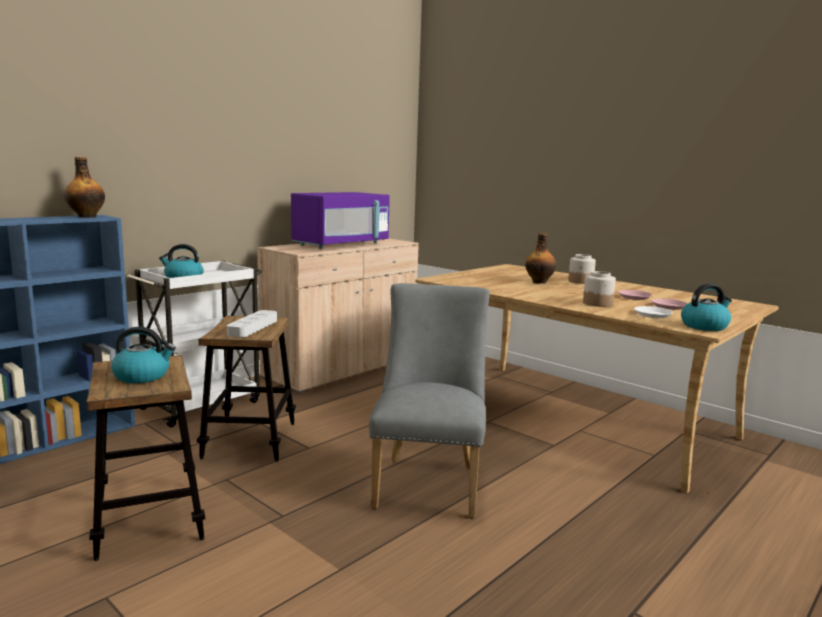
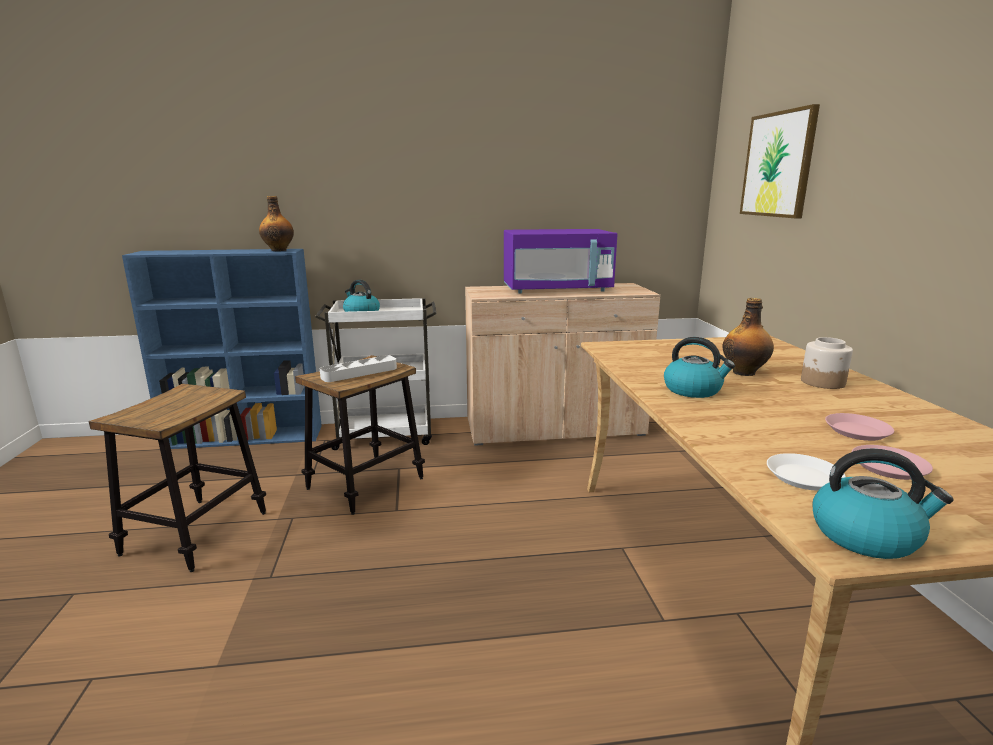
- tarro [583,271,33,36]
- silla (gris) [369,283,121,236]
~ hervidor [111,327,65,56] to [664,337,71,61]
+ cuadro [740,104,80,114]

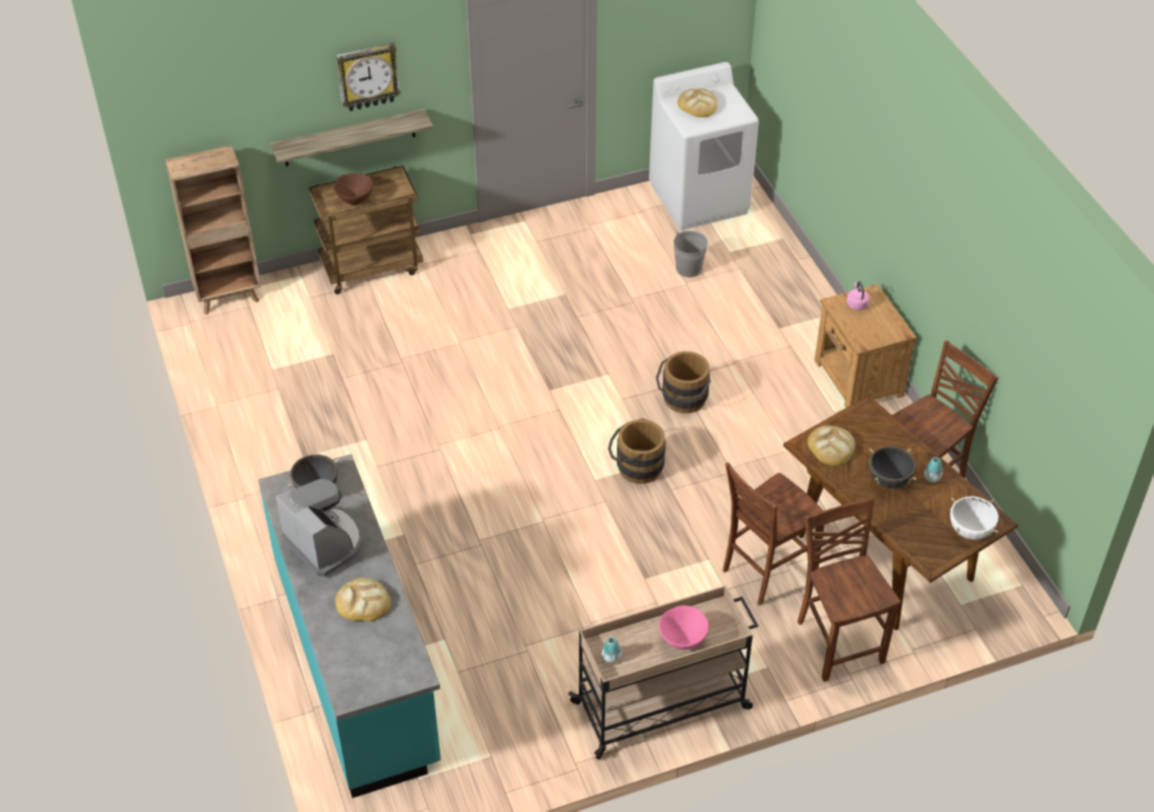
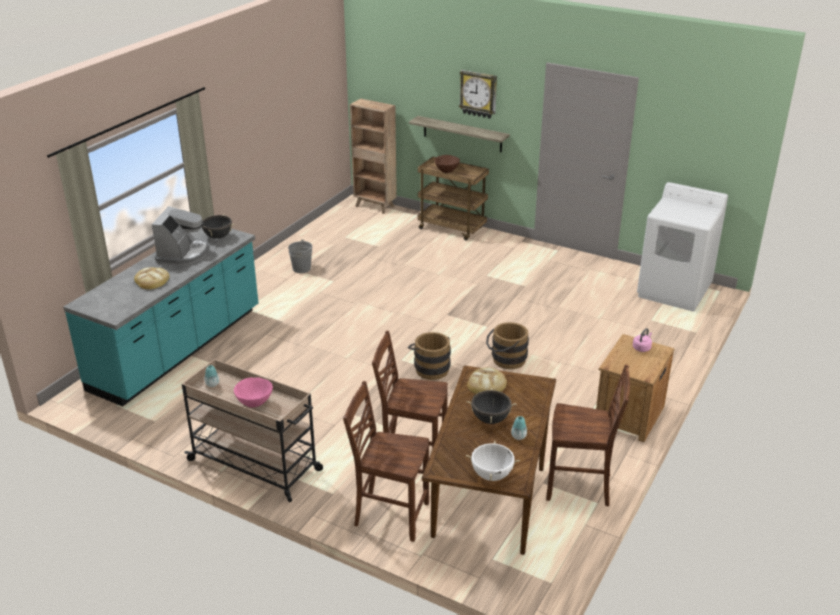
- pan [677,89,40,28]
~ cubo (gris) [674,230,34,47] to [288,240,24,33]
~ silla (marrón) [797,497,103,185] = [343,381,86,161] 105 degrees counterclockwise

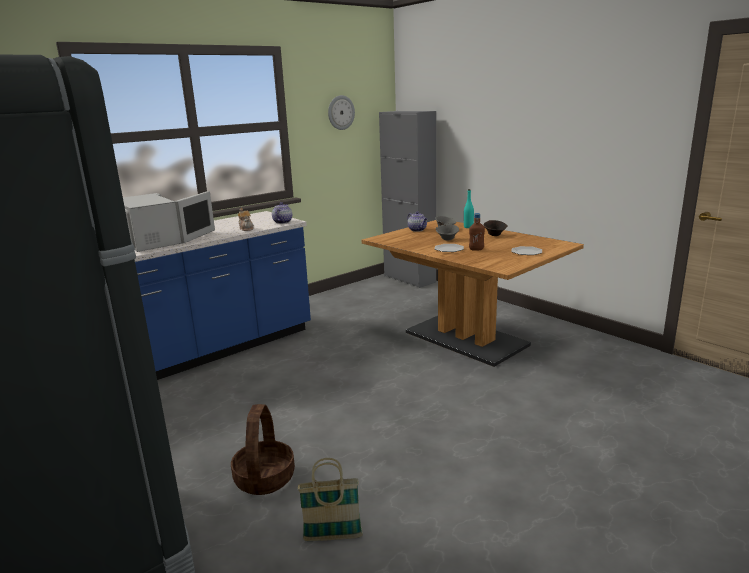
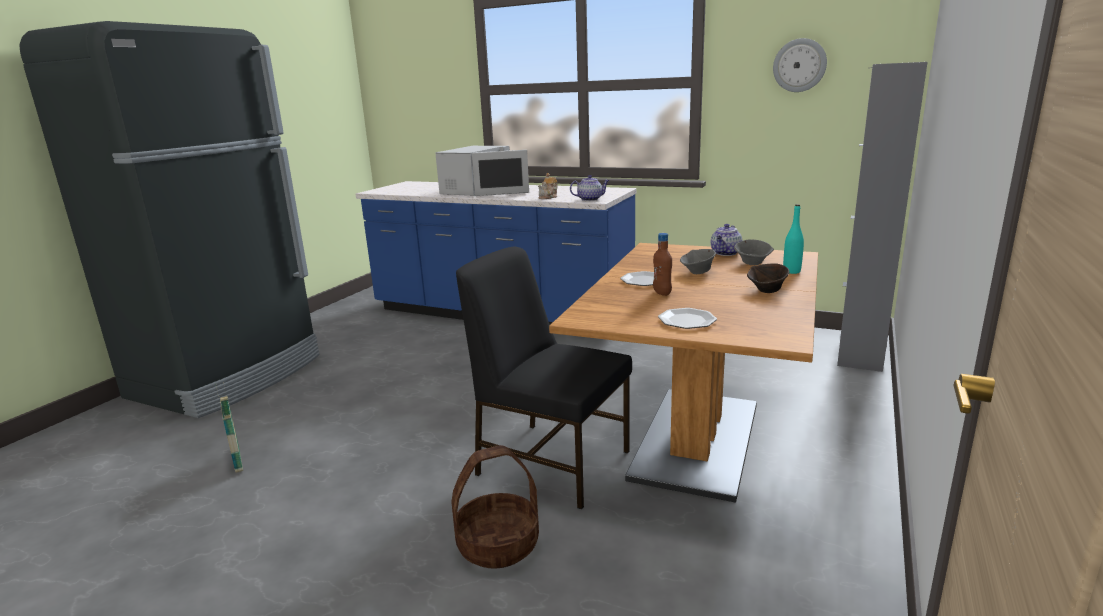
~ cesta [231,404,64,91] to [451,445,88,124]
+ silla (negro) [456,247,176,262]

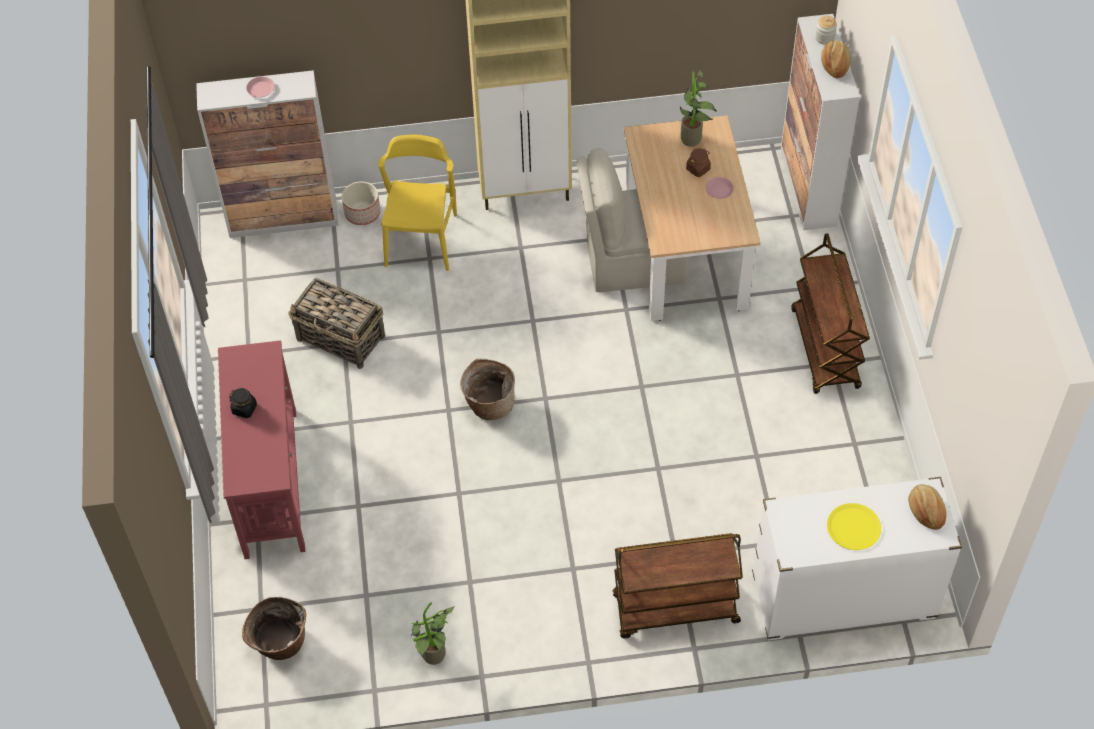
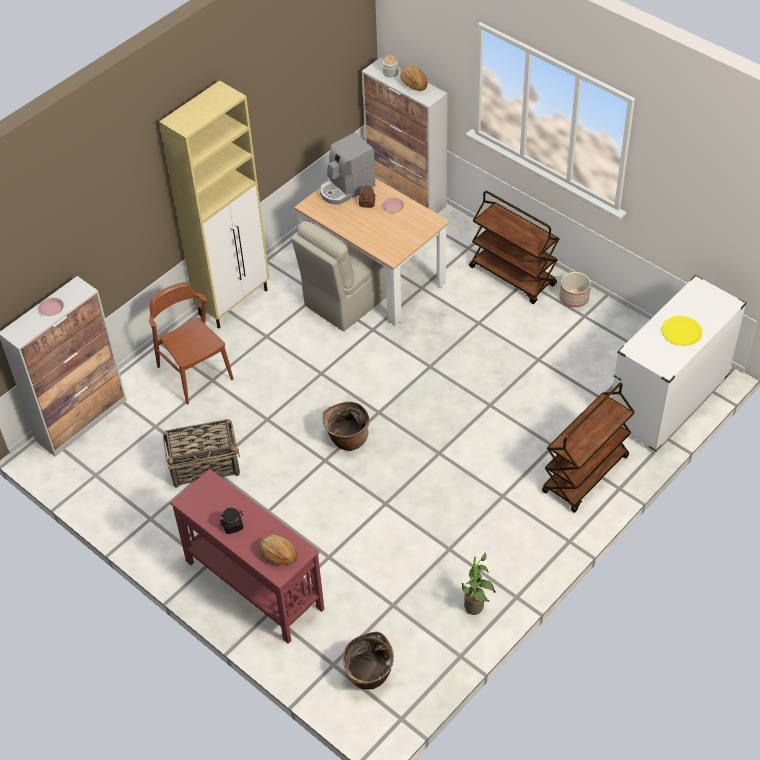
~ planta en maceta [680,69,37,78] to cafetera [320,132,55,73]
~ silla (amarillo) [378,135,79,136] to silla (marrón) [149,282,85,122]
~ maceta [342,182,38,43] to [560,272,31,36]
~ pan [908,484,39,46] to [259,535,39,30]

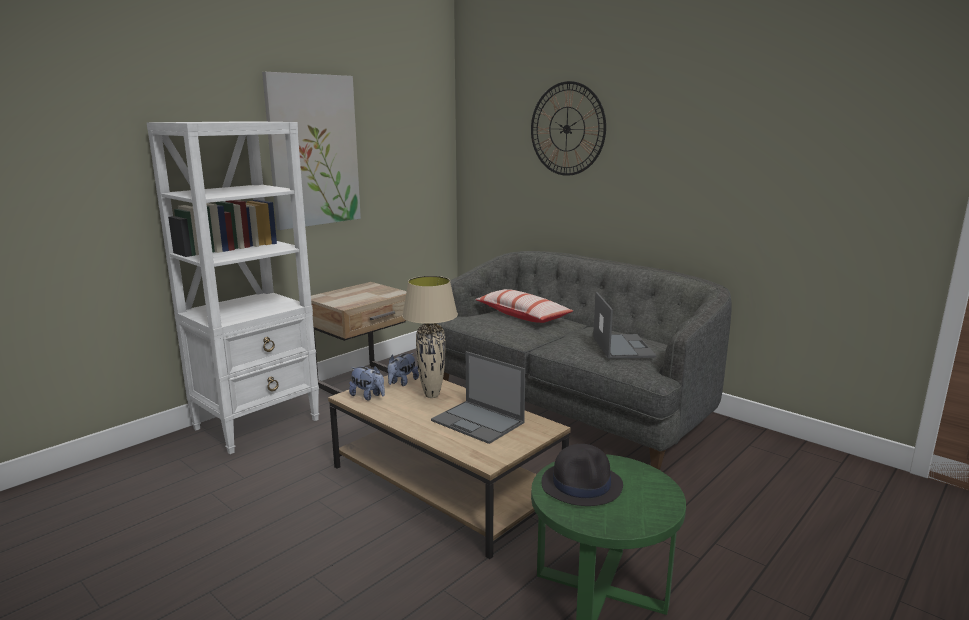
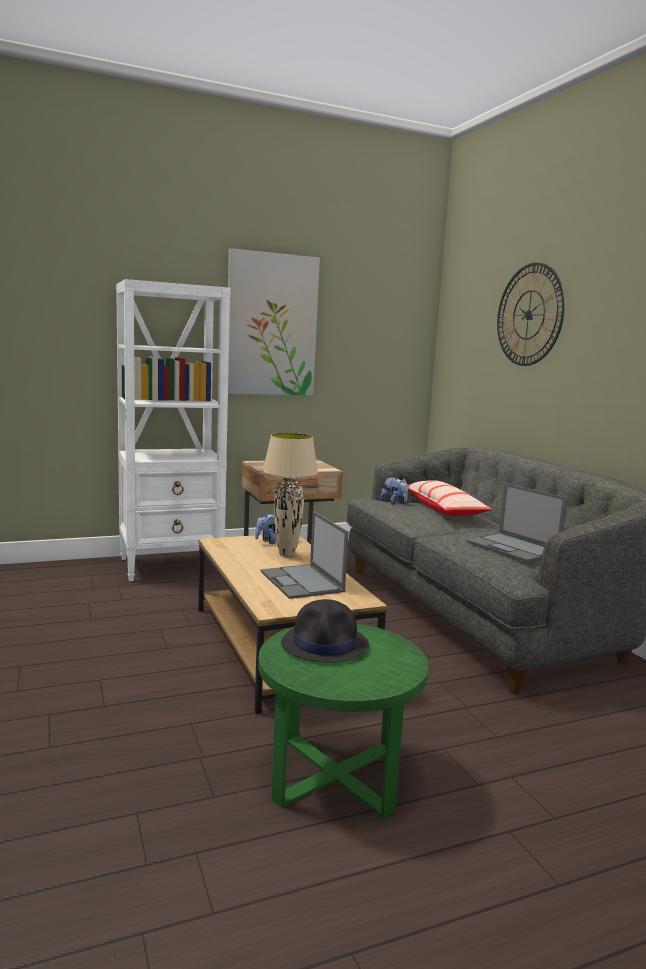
~ portátil [593,292,64,67] = [467,483,100,79] 120 degrees clockwise
~ peluche [349,366,36,34] to [381,477,27,28]

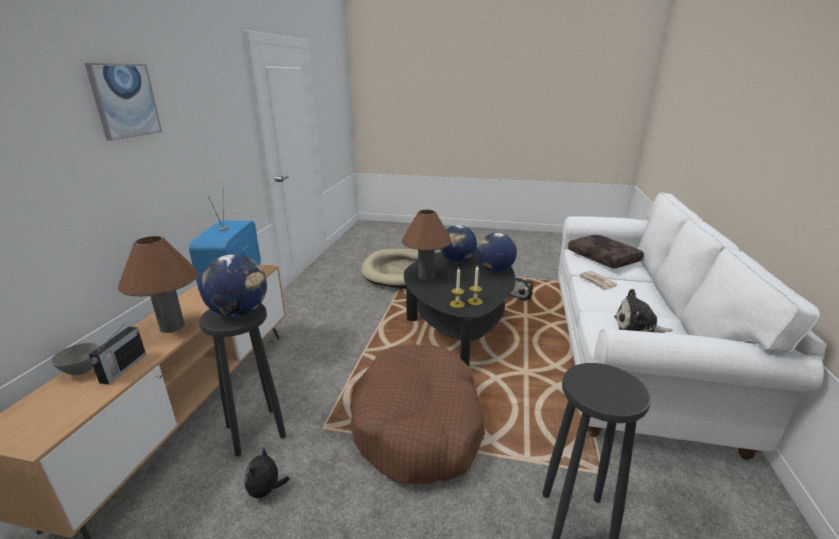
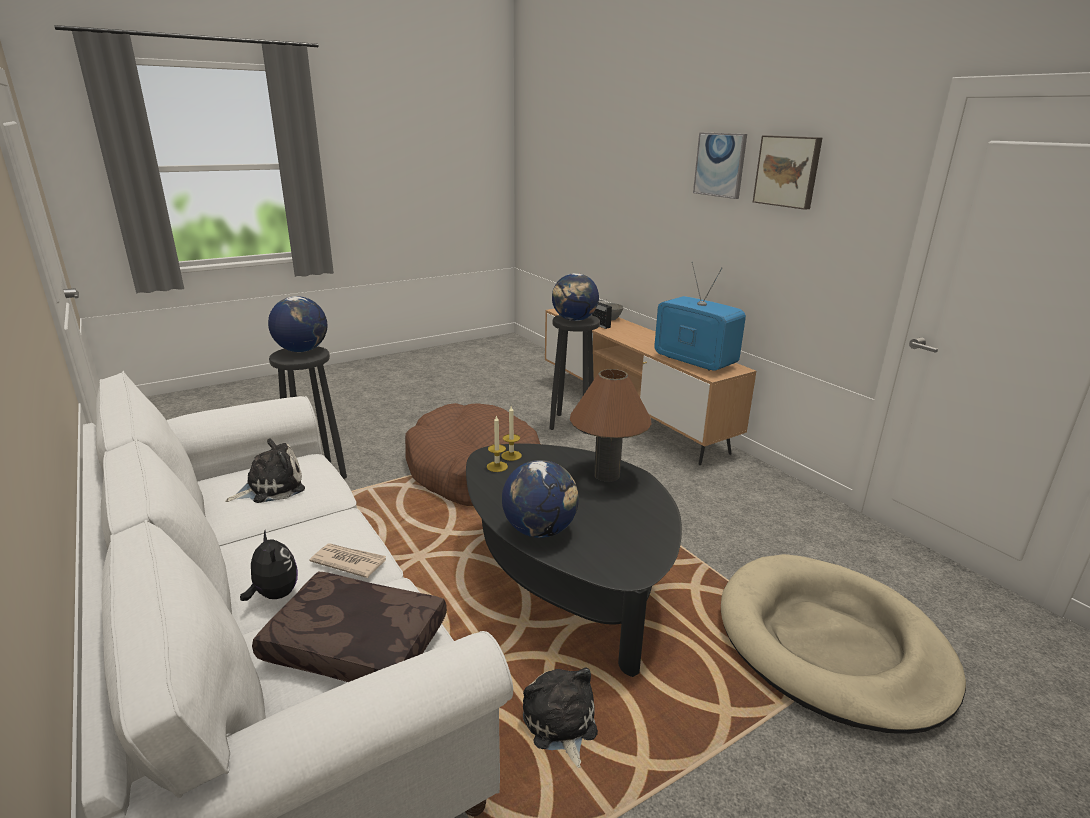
~ globo terráqueo [440,225,37,38] to [268,296,59,56]
- lámpara de mesa (marrón) [118,236,81,97]
~ peluche [245,447,44,54] to [240,531,58,70]
+ cuadro [753,135,69,75]

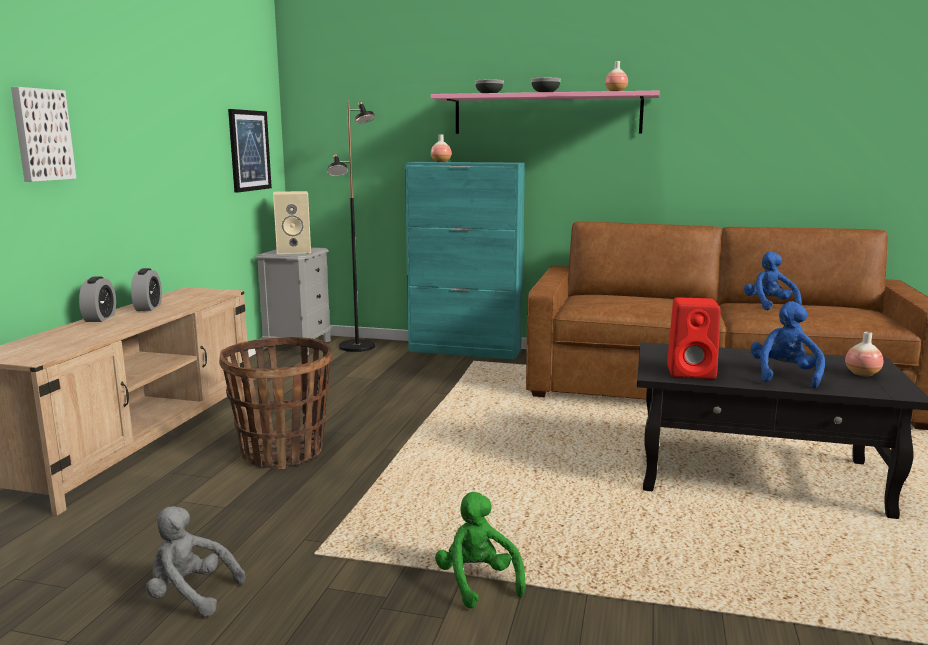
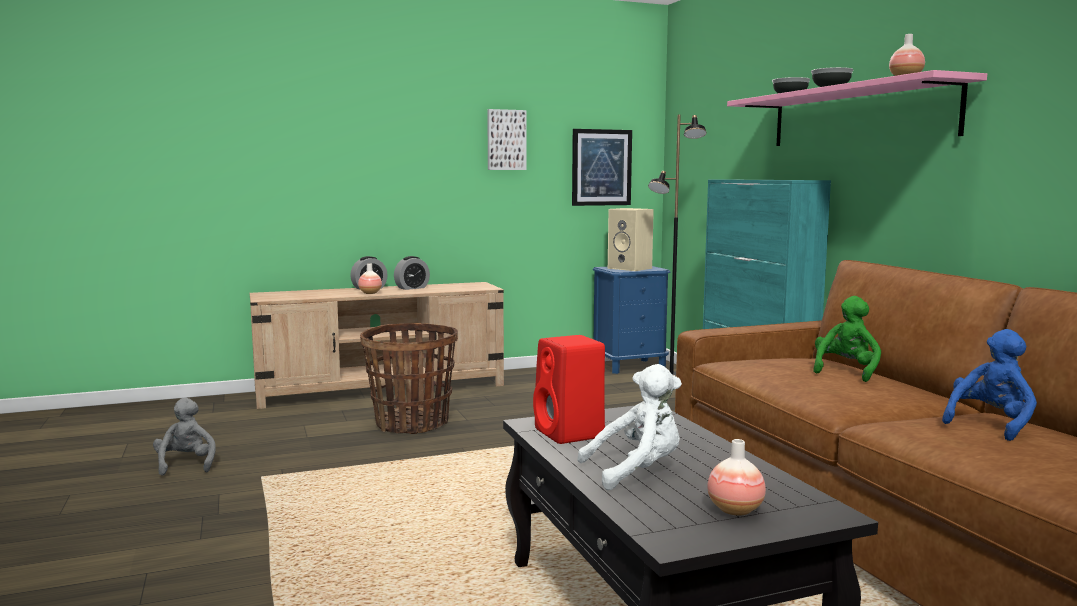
~ cuadro [11,87,65,95] to [487,109,40,61]
~ florero [431,134,21,28] to [358,263,24,31]
~ mesita de noche (gris) [256,247,77,108] to mesita de noche (azul) [593,266,78,108]
~ peluche (azul) [751,301,74,87] to peluche (blanco) [577,364,105,126]
~ peluche (verde) [435,492,91,117] to [813,296,68,86]

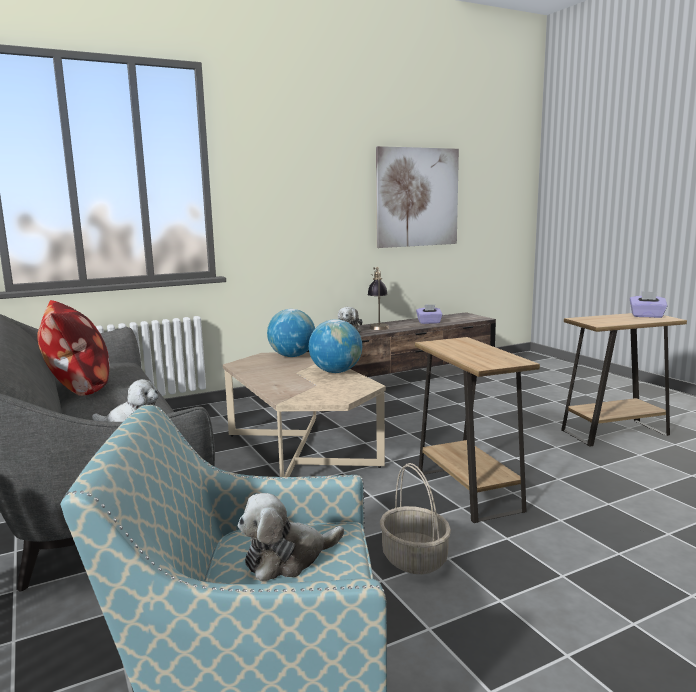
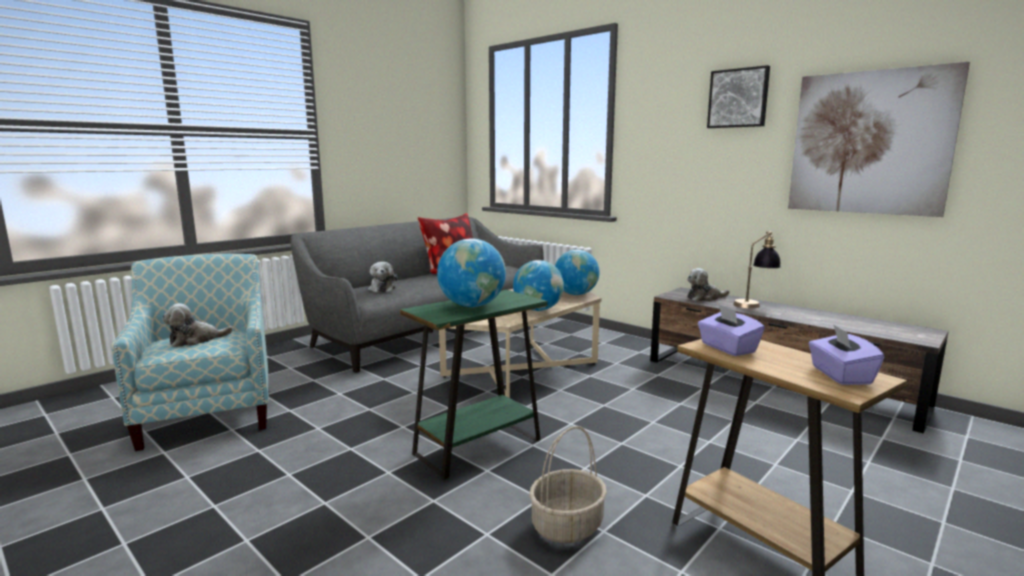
~ caja de pañuelos (morado) [416,305,27,19] to [698,305,67,51]
~ mesa auxiliar (marrón) [415,337,125,186] to mesa auxiliar (verde) [400,290,147,190]
~ cesta [380,463,71,111] to [529,426,78,117]
~ peluche [238,493,106,88] = [162,303,71,44] 75 degrees counterclockwise
+ cuadro [707,65,63,63]
+ globo terráqueo [437,238,69,69]

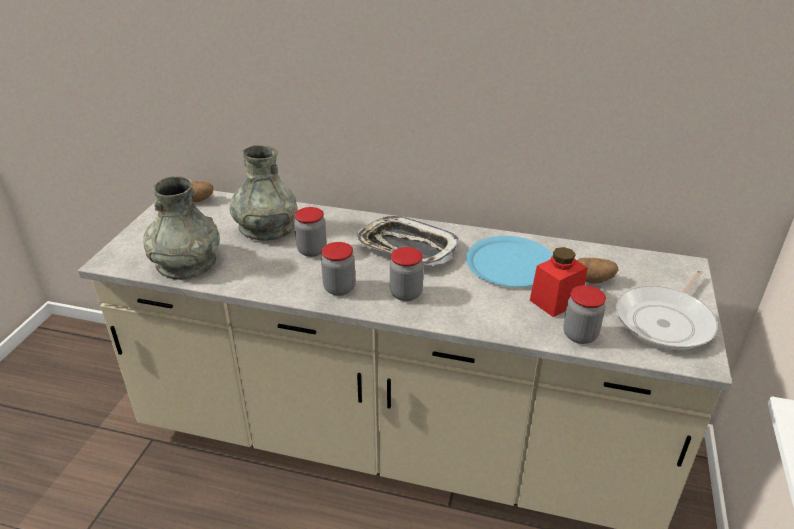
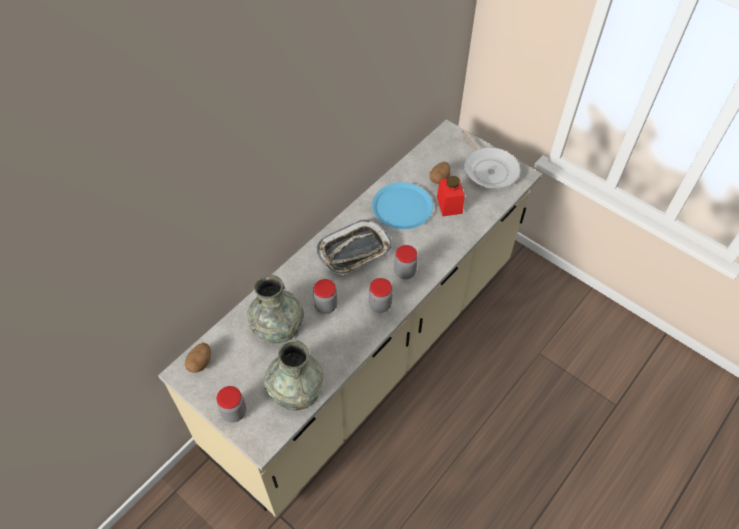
~ tarro [563,285,43,59] to [216,386,30,36]

